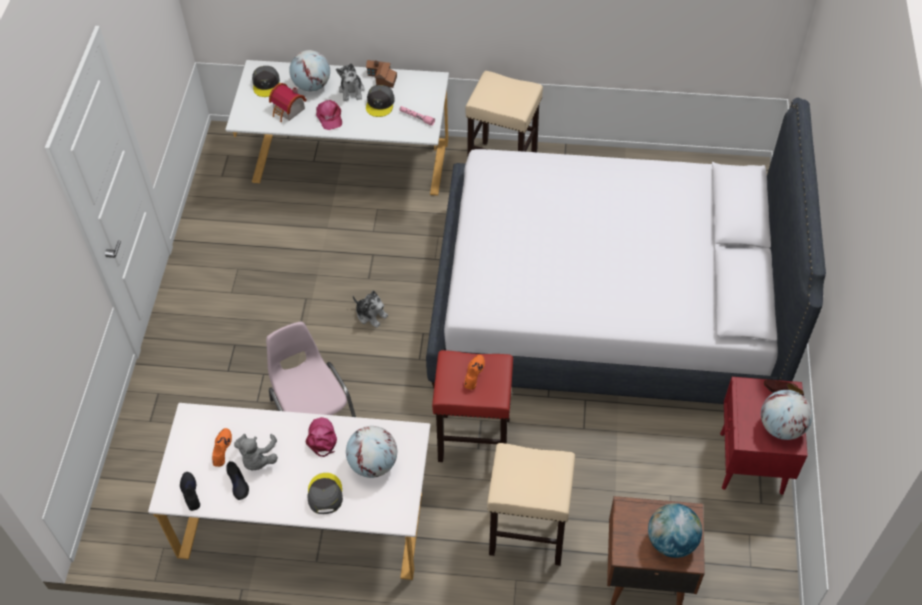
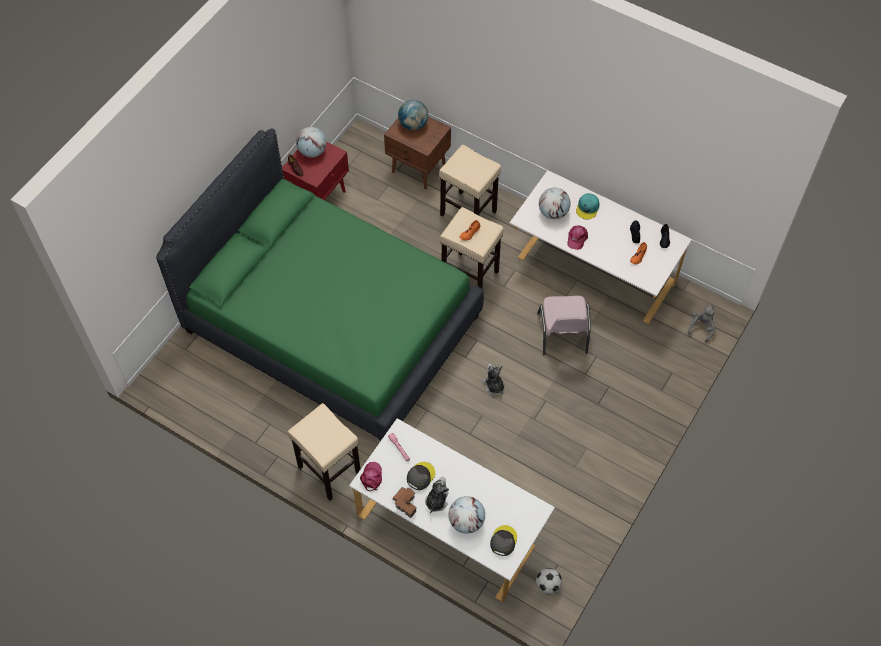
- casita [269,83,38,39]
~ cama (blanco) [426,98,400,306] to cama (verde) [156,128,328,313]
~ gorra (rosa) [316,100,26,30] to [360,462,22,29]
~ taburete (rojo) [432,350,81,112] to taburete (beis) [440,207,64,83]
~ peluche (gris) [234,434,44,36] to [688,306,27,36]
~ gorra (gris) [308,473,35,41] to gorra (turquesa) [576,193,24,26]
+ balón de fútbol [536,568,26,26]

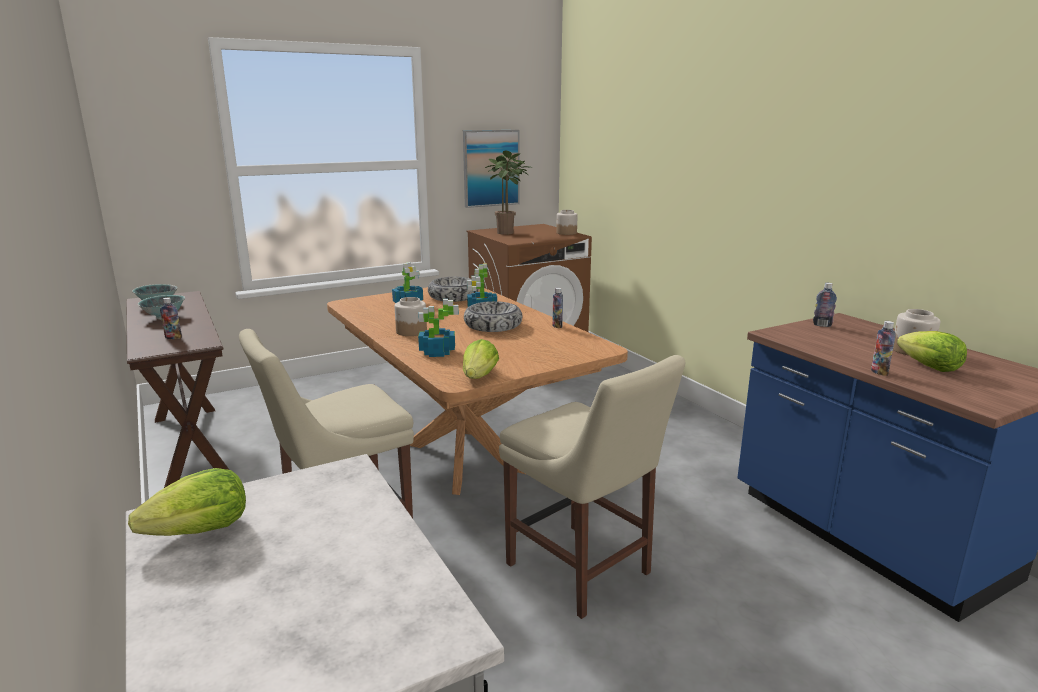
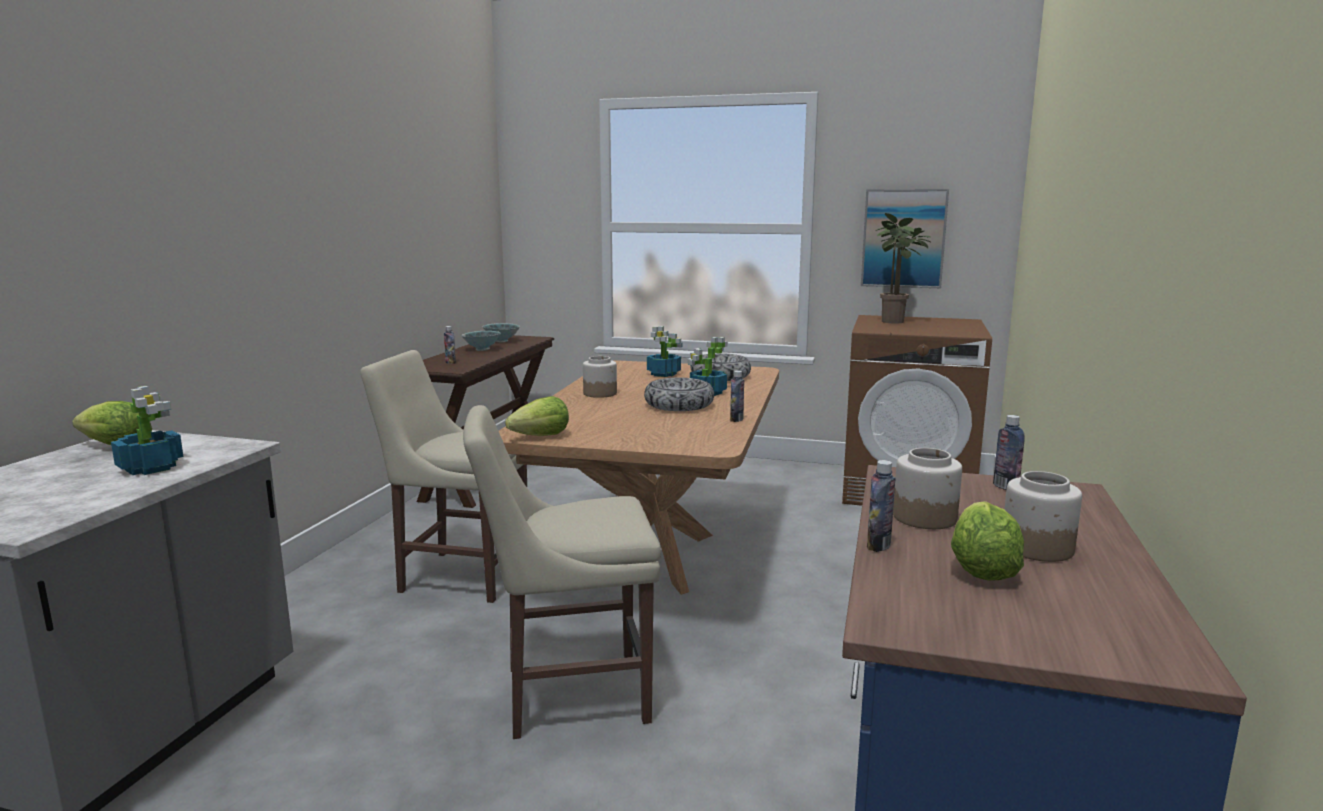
~ tarro [556,210,22,25] to [893,448,69,81]
~ planta en maceta [418,299,41,58] to [111,386,73,89]
~ silla (beis) [499,355,186,264] = [463,405,198,334] 75 degrees clockwise

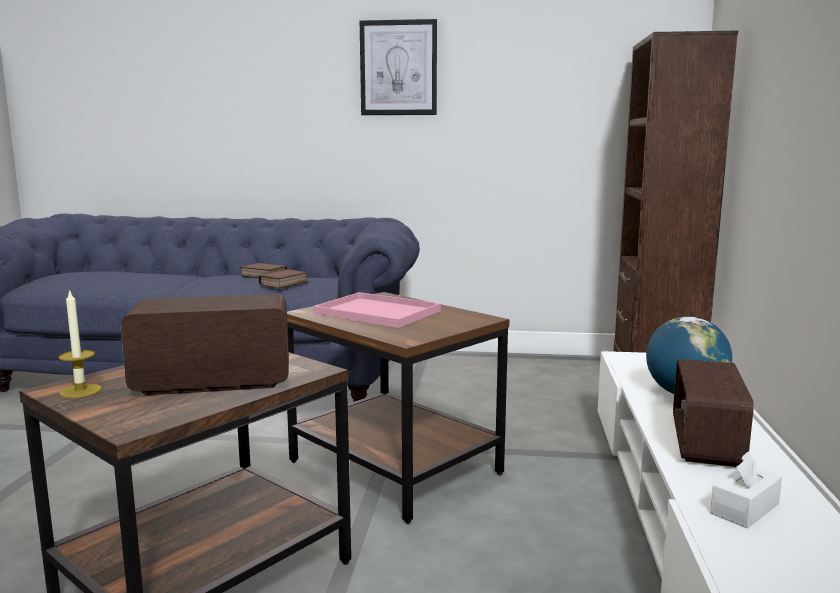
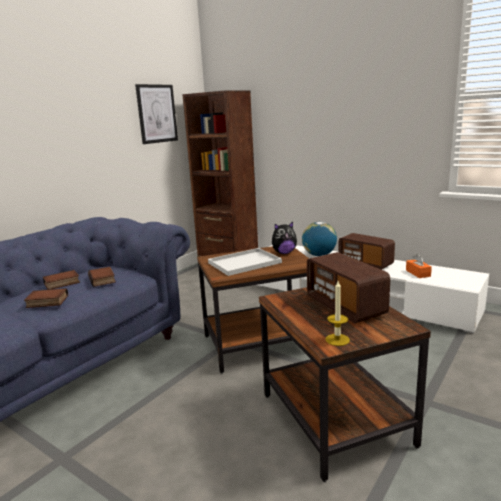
~ cuadro [360,19,77,96] to [135,84,43,60]
~ bandeja (rosa) [313,292,128,36] to bandeja (blanco) [208,248,74,28]
~ radio [120,294,169,102] = [307,252,83,72] 45 degrees counterclockwise
~ caja de pañuelos (blanco) [710,451,72,77] to caja de pañuelos (naranja) [406,254,26,24]
+ peluche [272,222,25,32]
+ libro [24,288,44,20]

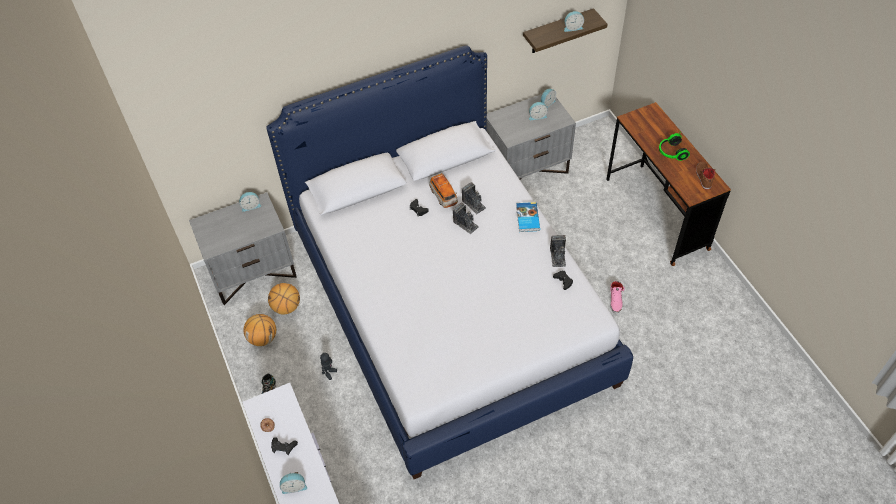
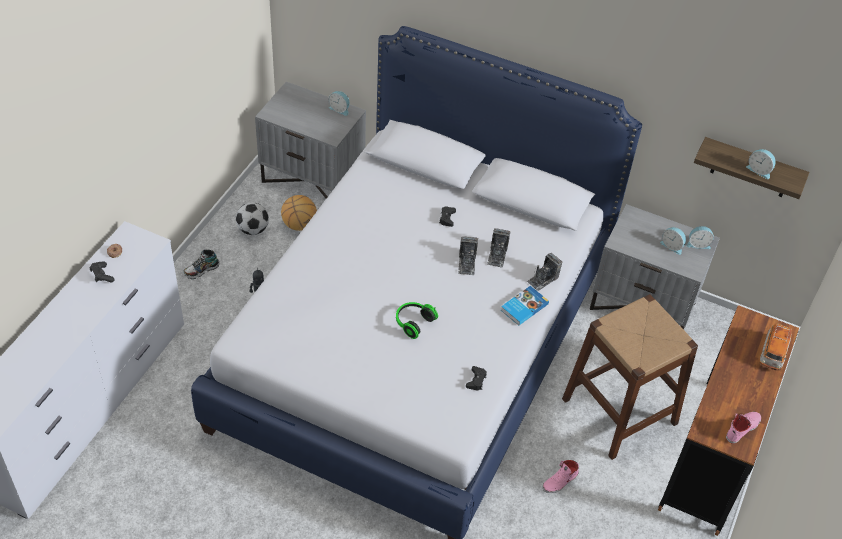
~ auriculares [659,133,31,28] to [396,302,42,37]
~ zapato (marrón) [696,162,19,28] to zapato (rosa) [726,411,36,33]
~ coche de juguete [429,173,29,35] to [760,323,32,47]
~ cámara [550,235,16,32] to [527,253,35,38]
~ balón de baloncesto [243,314,33,32] to balón de fútbol [236,202,33,33]
- despertador [280,472,27,22]
+ taburete (marrón) [562,294,136,166]

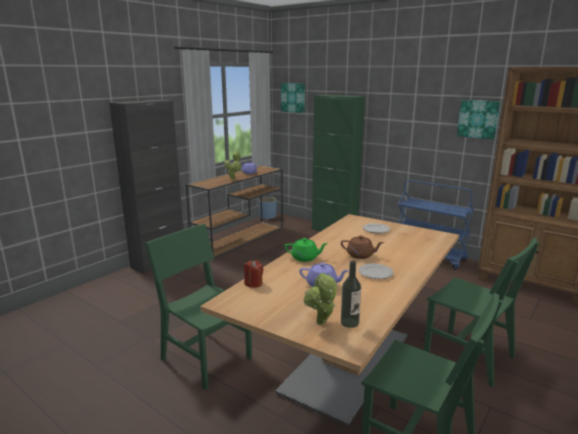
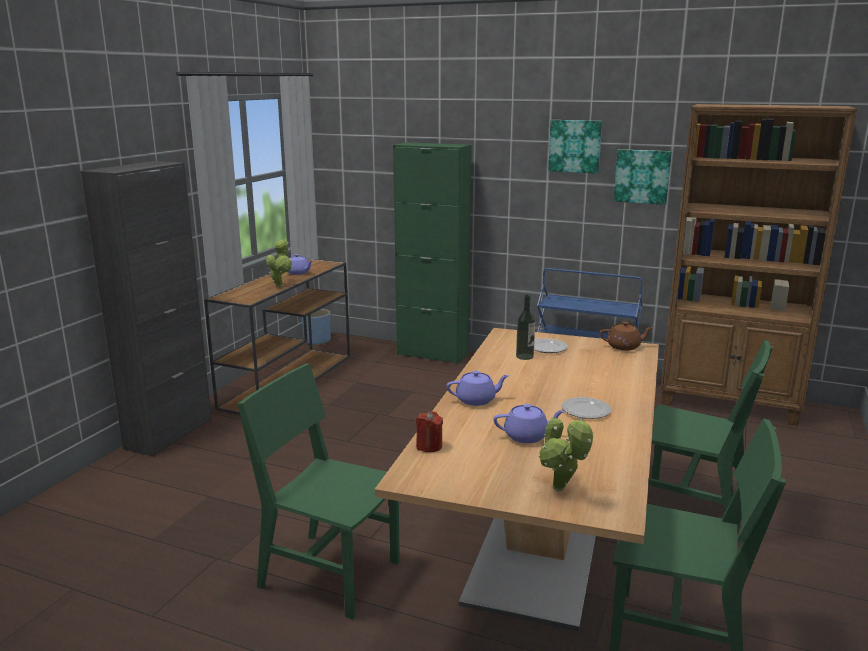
~ cuadro [281,83,24,30] to [548,120,54,54]
~ tetera (marrón) [341,236,43,23] to [600,322,54,28]
~ tetera (verde) [284,238,44,24] to tetera (morado) [446,371,63,35]
~ botella [341,260,20,68] to [516,294,19,66]

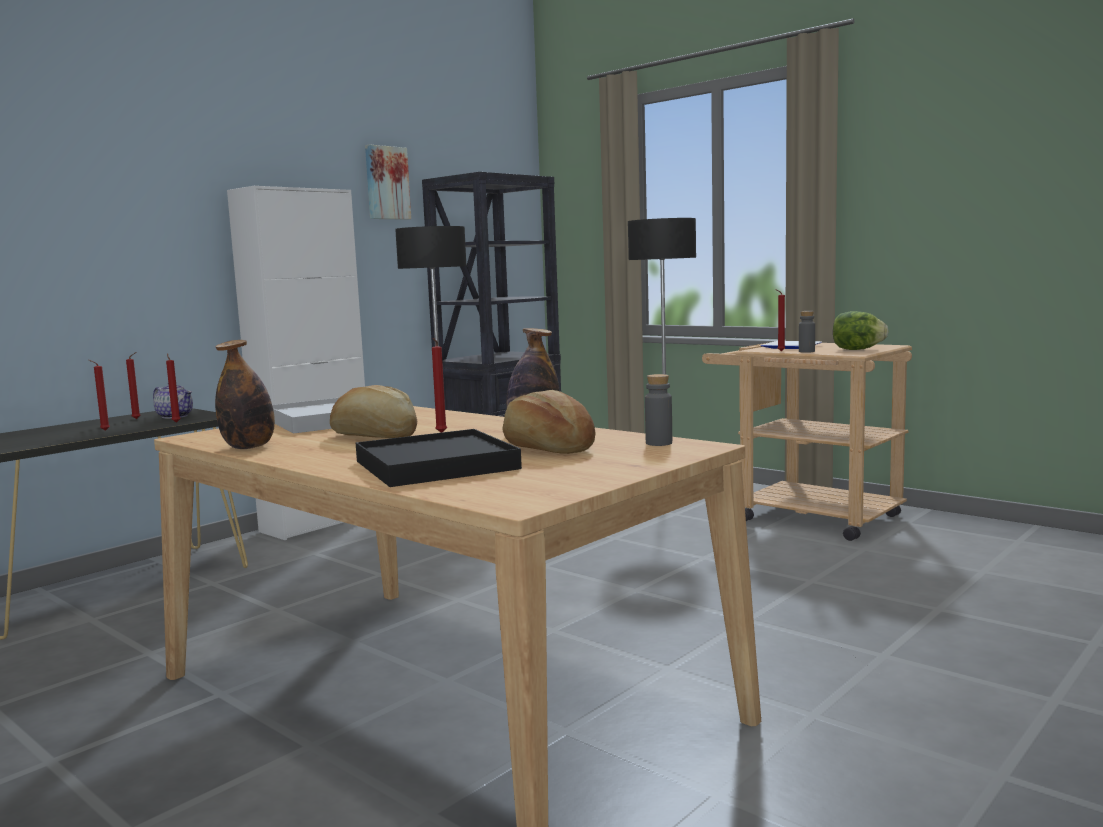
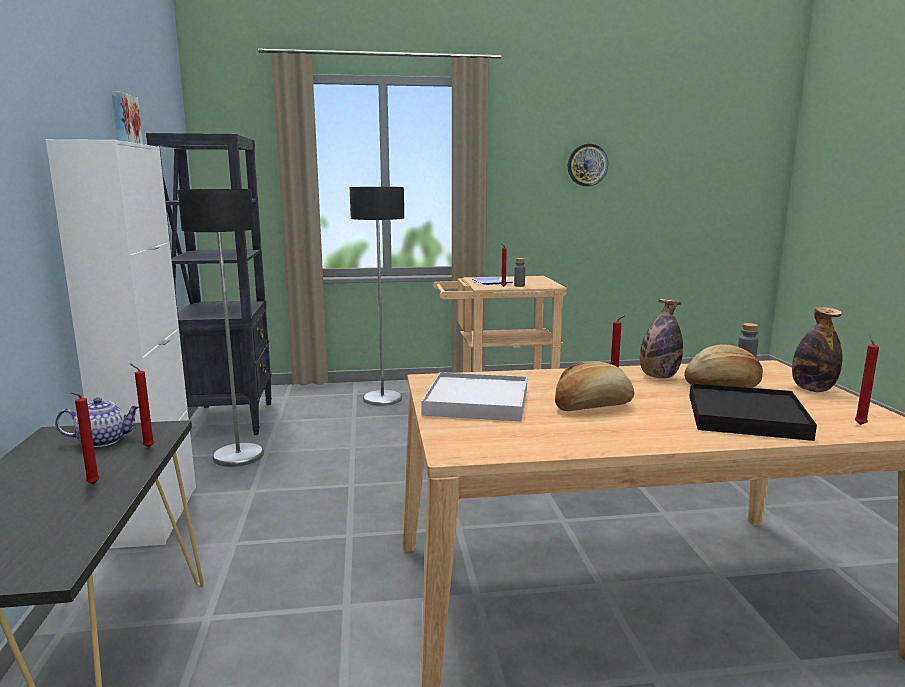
- lechuga [833,311,56,39]
~ botella [215,340,60,109] to [792,307,51,85]
~ vela (rojo) [126,352,14,67] to [855,335,24,90]
+ reloj de pared [568,144,40,42]

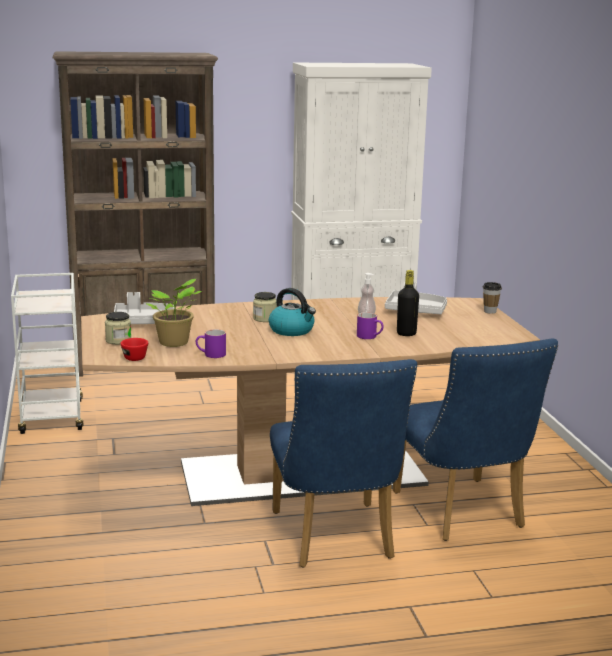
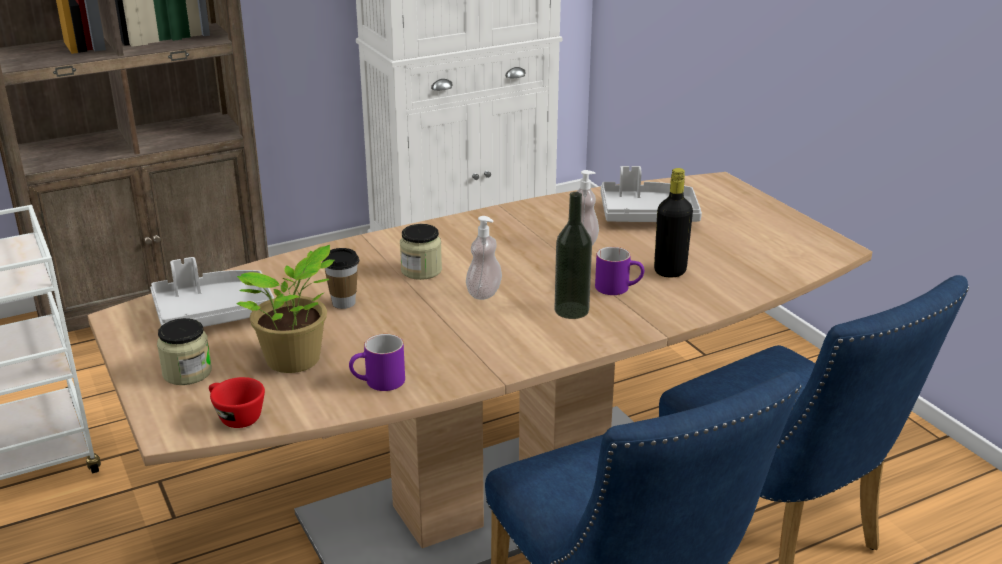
~ taza [482,282,20,32] to [322,248,37,61]
~ hervidor [269,288,47,48] to dispensador de jabón [466,216,36,84]
+ botella [555,192,37,127]

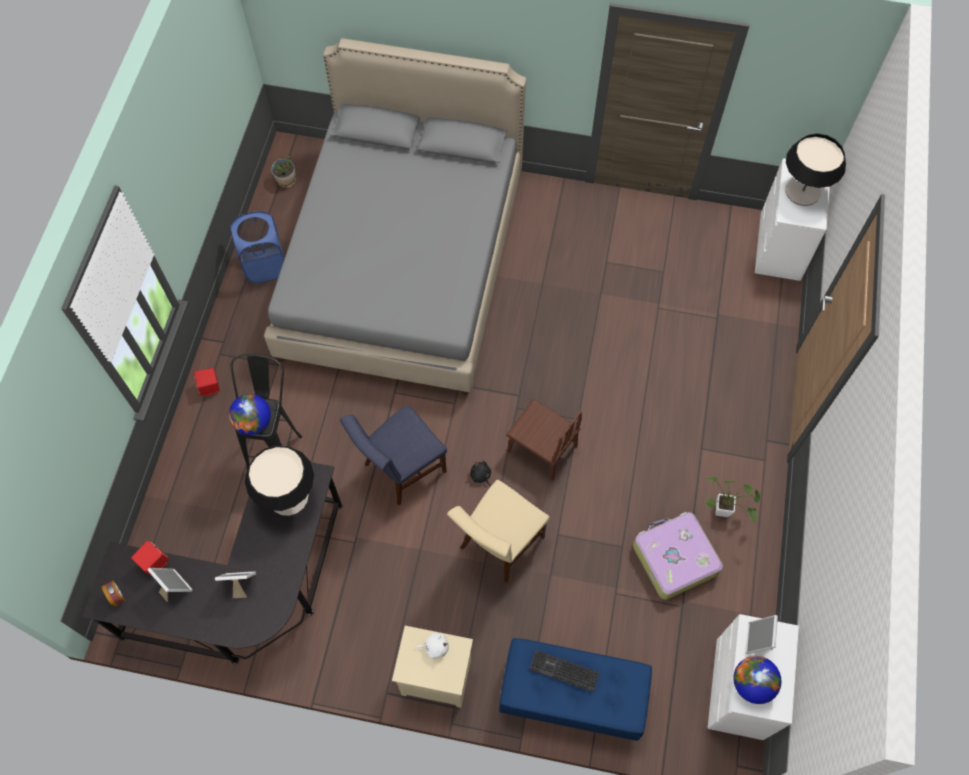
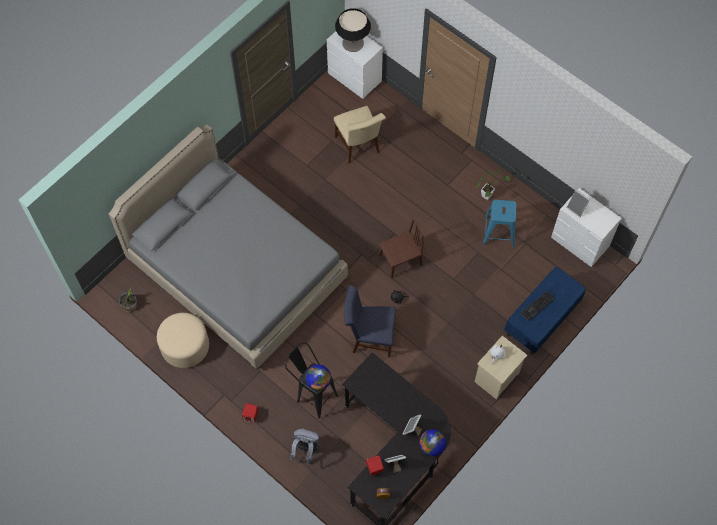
~ cesto de la ropa (azul) [230,211,55,72] to puf (beis) [157,313,52,55]
~ silla (azul) [340,405,107,101] = [344,285,52,73] 105 degrees clockwise
- lámpara de mesa [245,445,69,71]
~ silla (beis) [447,480,103,103] to [334,106,52,57]
~ maleta [633,512,90,88] to taburete (azul) [483,200,33,48]
~ globo terráqueo [733,656,48,48] to [420,429,26,27]
+ mochila (gris) [290,428,30,37]

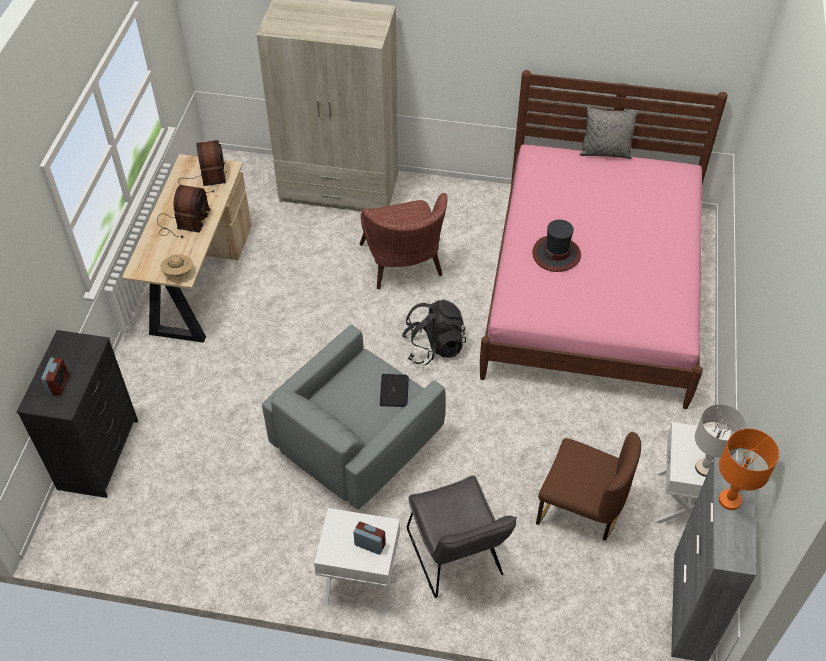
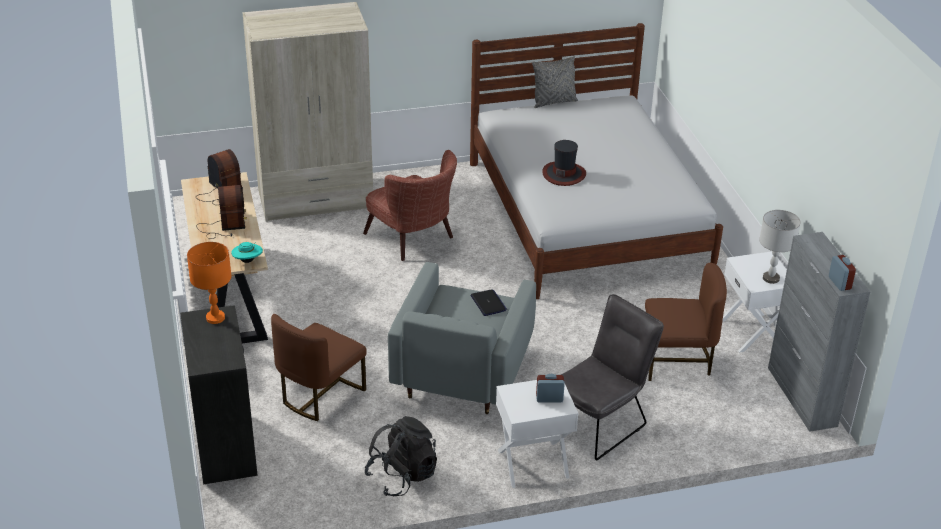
~ cama (rosa) [480,70,248,339] to cama (blanco) [470,23,253,276]
~ sombrero (beis) [160,255,33,21] to sombrero (turquesa) [231,242,32,21]
~ mochila (negro) [402,300,64,65] to [365,416,72,80]
~ despertador [41,357,28,39] to [829,255,27,36]
~ lámpara de mesa (naranja) [719,428,60,82] to [187,242,45,82]
~ silla (gris) [407,475,110,123] = [561,294,103,166] 90 degrees counterclockwise
+ silla (marrón) [271,314,96,107]

